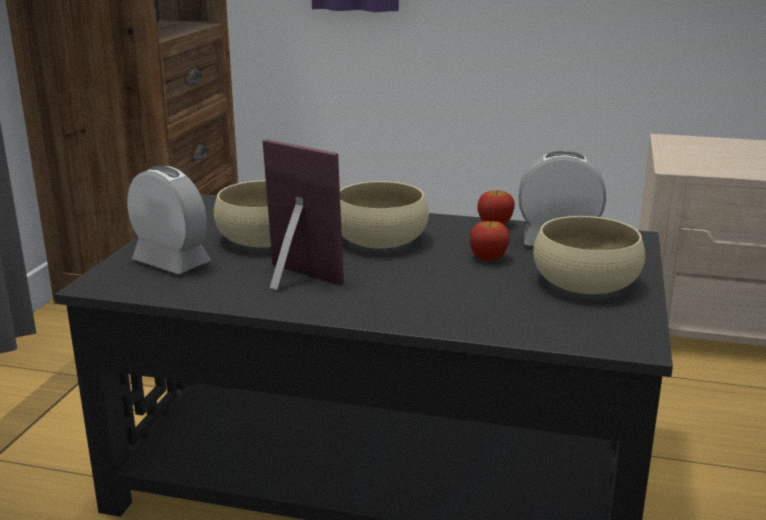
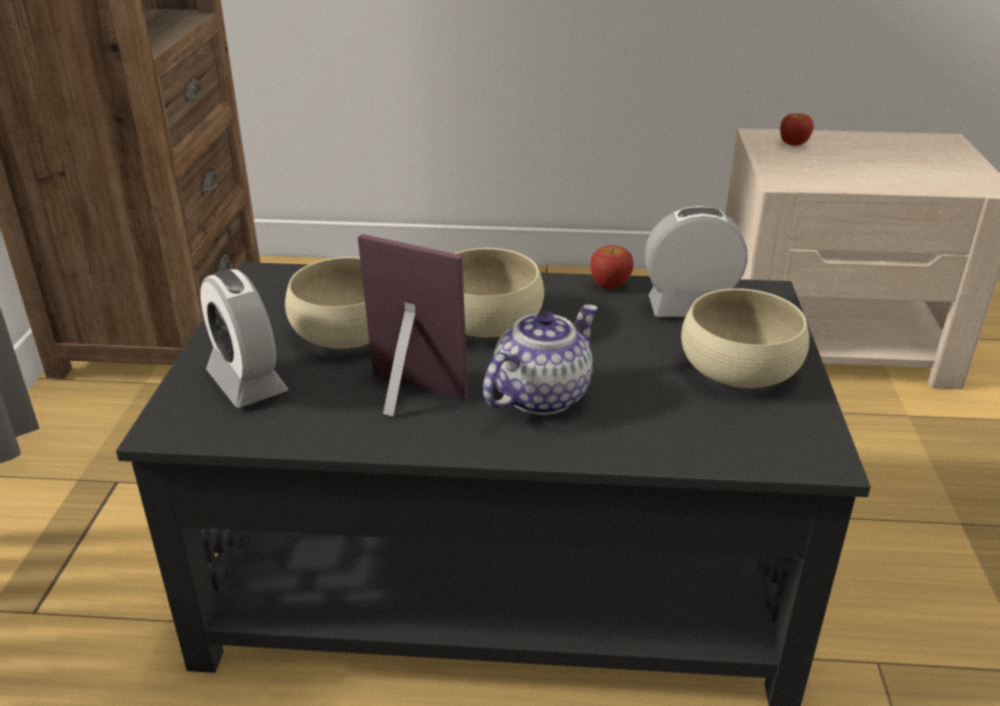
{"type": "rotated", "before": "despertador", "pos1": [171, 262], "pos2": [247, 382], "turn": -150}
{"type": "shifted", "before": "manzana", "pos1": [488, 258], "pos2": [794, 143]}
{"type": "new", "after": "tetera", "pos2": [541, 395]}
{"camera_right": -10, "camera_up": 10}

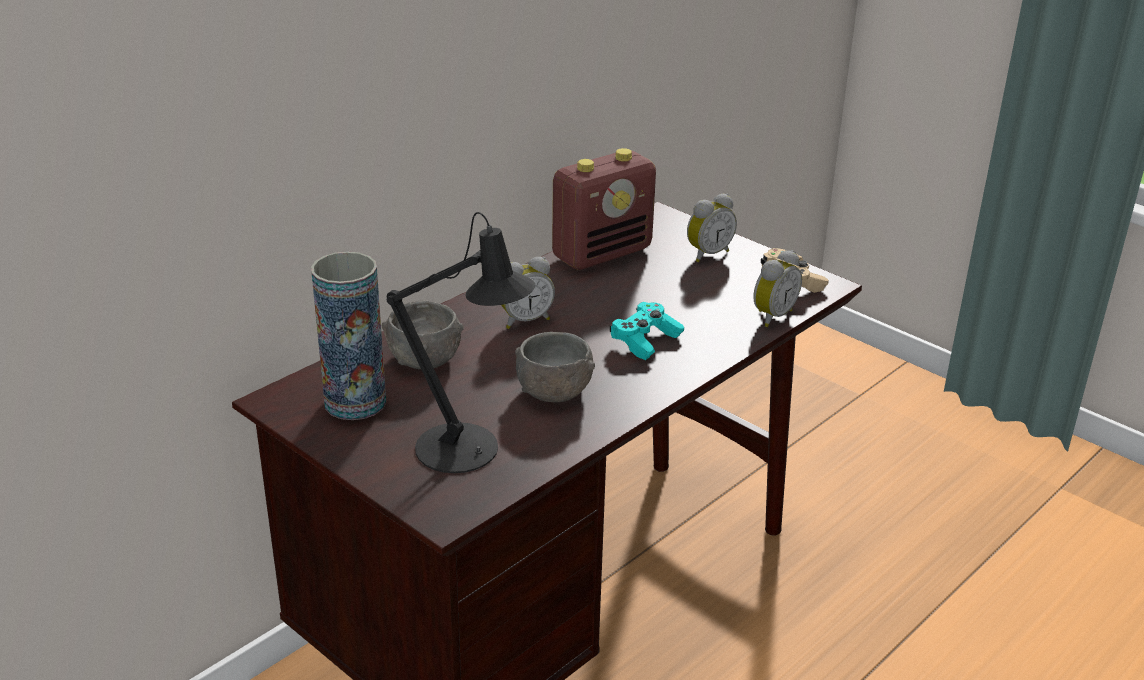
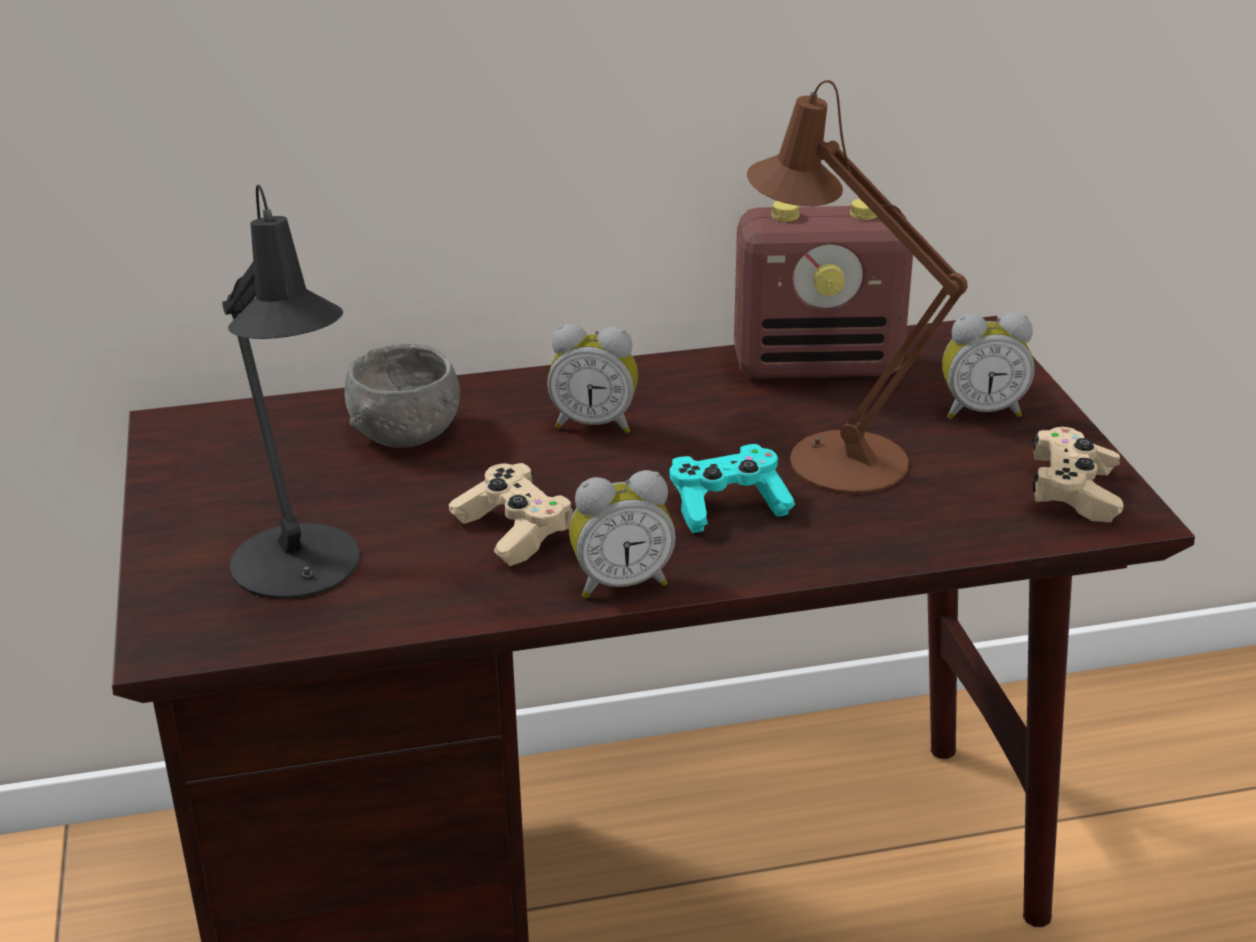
{"type": "gone", "before": "florero", "pos1": [355, 402]}
{"type": "swapped", "before": "cuenco [gris]", "after": "mando de consola [beis]", "pos1": [554, 390], "pos2": [513, 531]}
{"type": "shifted", "before": "despertador", "pos1": [771, 316], "pos2": [621, 582]}
{"type": "new", "after": "lámpara de mesa [marrón]", "pos2": [832, 456]}
{"camera_right": 35, "camera_up": 0}

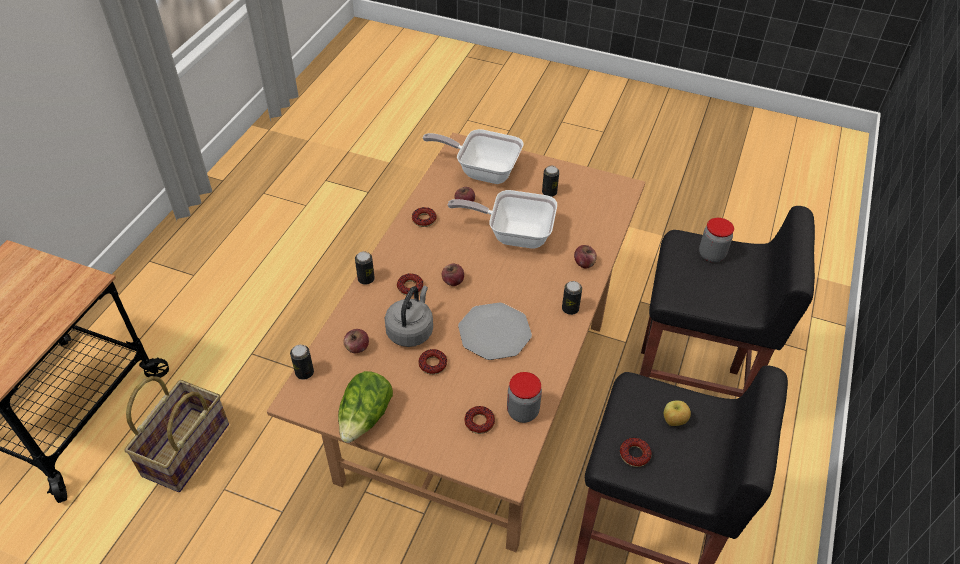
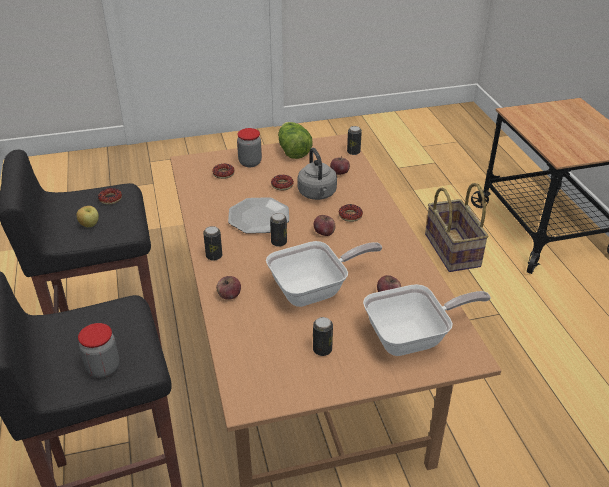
{"type": "shifted", "before": "lata", "pos1": [366, 279], "pos2": [279, 242]}
{"type": "gone", "before": "rosquilla", "pos1": [424, 219]}
{"type": "shifted", "before": "tarro", "pos1": [522, 411], "pos2": [250, 162]}
{"camera_right": 145, "camera_up": -10}

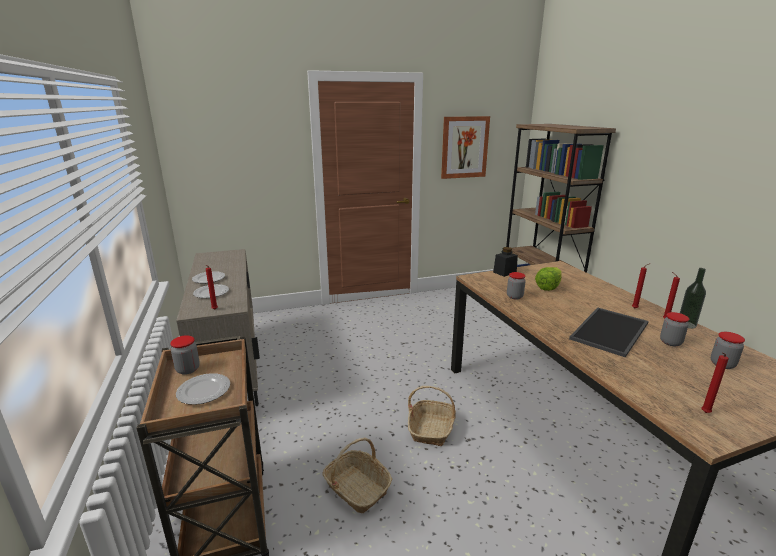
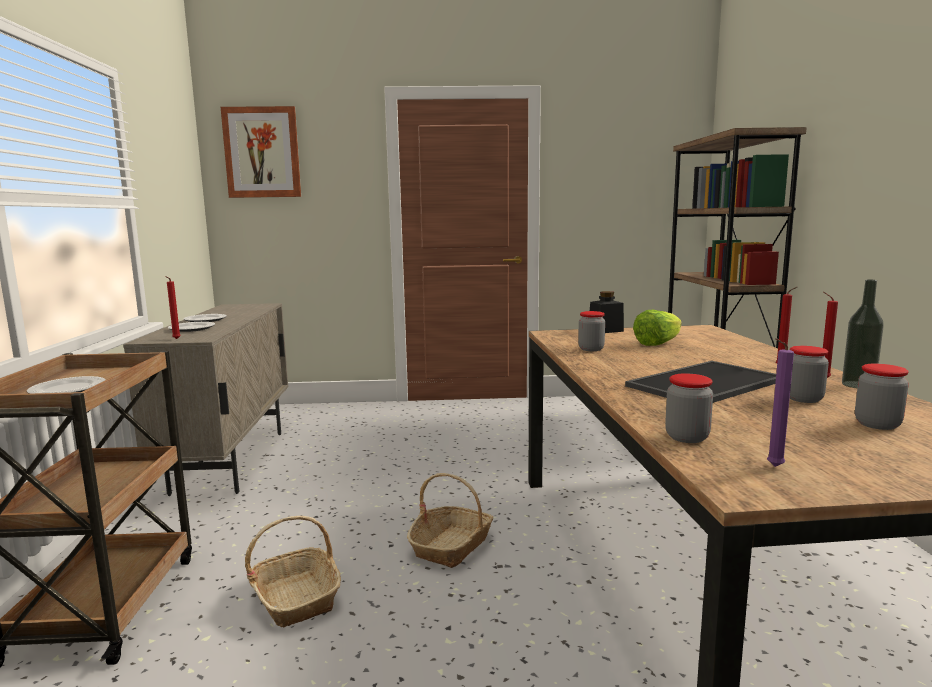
{"type": "shifted", "before": "tarro", "pos1": [188, 369], "pos2": [687, 437]}
{"type": "shifted", "before": "cuadro", "pos1": [464, 147], "pos2": [262, 153]}
{"type": "repainted", "before": "vela [rojo]", "after": "vela [morado]", "pos1": [704, 413], "pos2": [772, 467]}
{"camera_right": 15, "camera_up": -10}

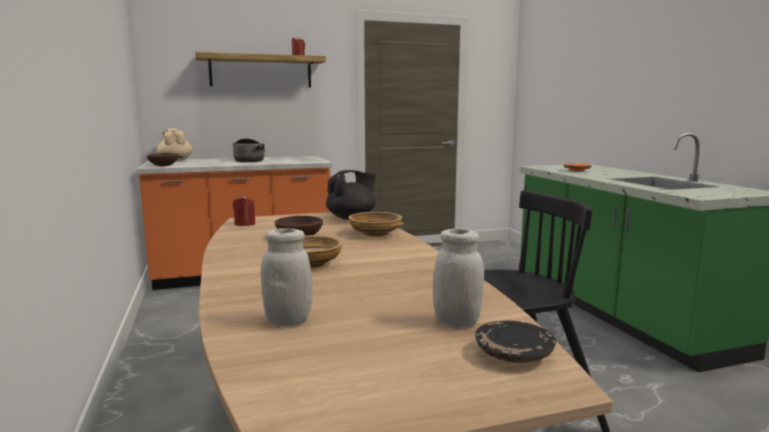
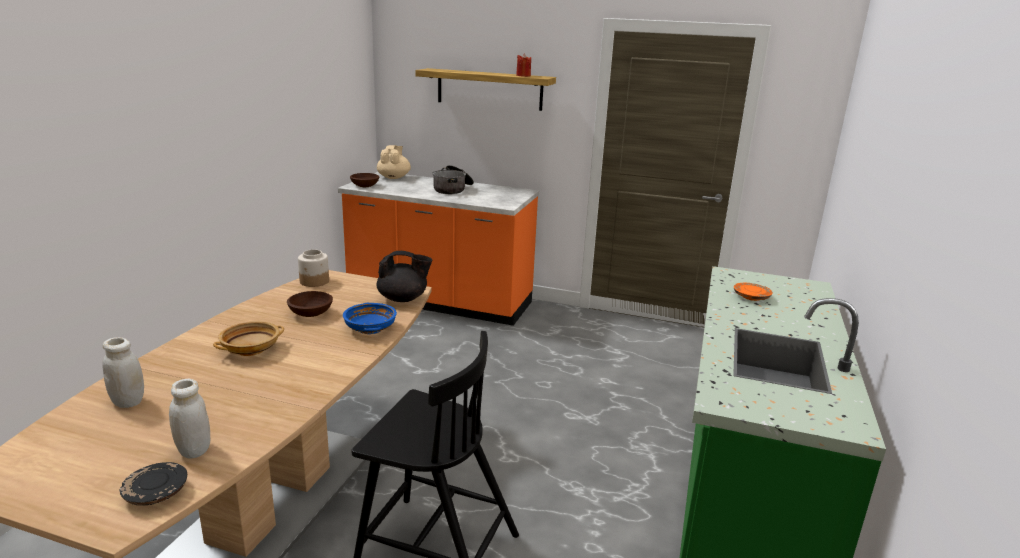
{"type": "swapped", "before": "vela [rojo]", "after": "tarro", "pos1": [245, 224], "pos2": [314, 281]}
{"type": "repainted", "before": "cuenco [beis]", "after": "cuenco [azul]", "pos1": [375, 233], "pos2": [370, 329]}
{"camera_right": 35, "camera_up": 10}

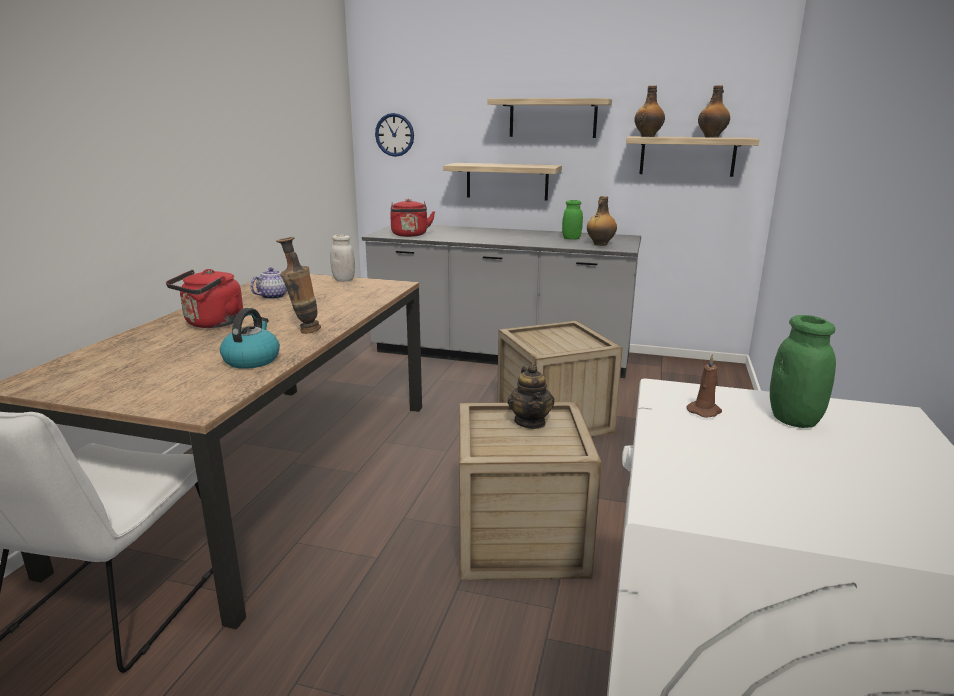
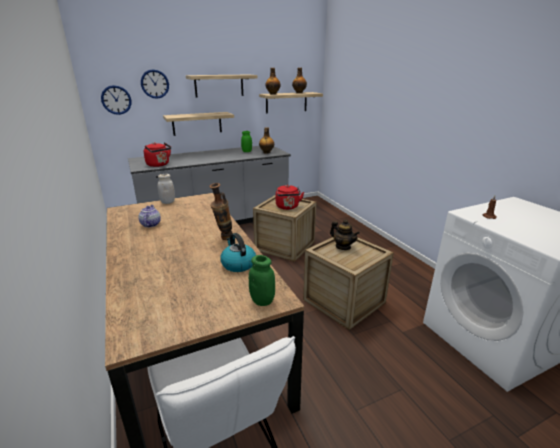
{"type": "shifted", "before": "hervidor [rojo]", "pos1": [212, 324], "pos2": [287, 207]}
{"type": "shifted", "before": "tarro [verde]", "pos1": [793, 420], "pos2": [262, 301]}
{"type": "new", "after": "reloj de pared", "pos2": [155, 84]}
{"camera_right": -40, "camera_up": 5}

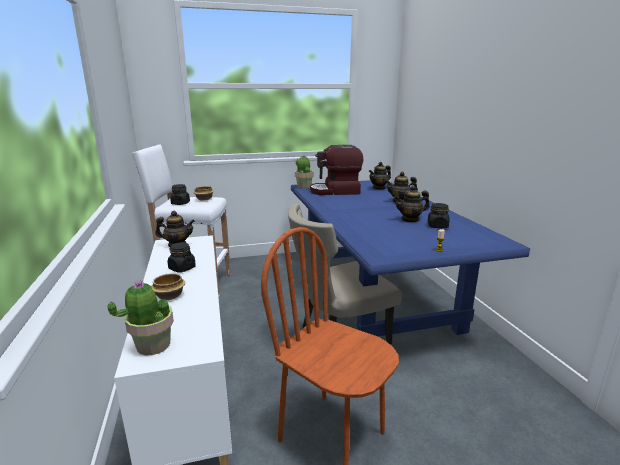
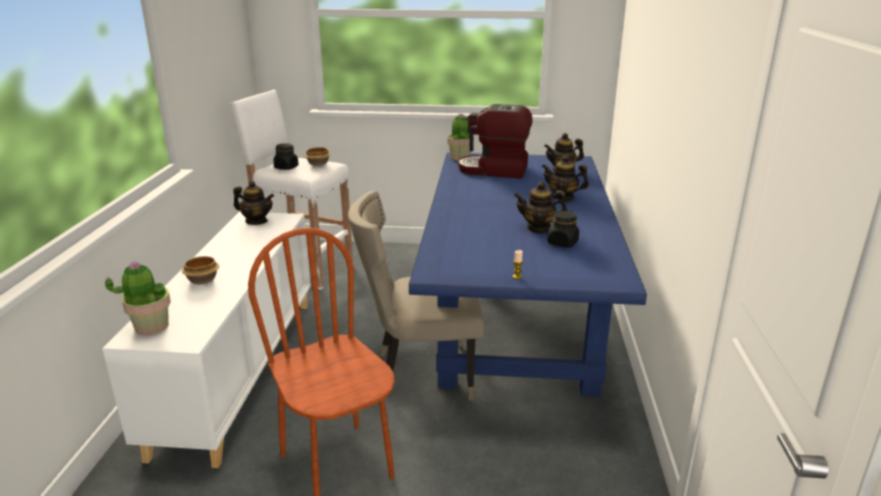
{"type": "gone", "before": "tarro [negro]", "pos1": [182, 268]}
{"camera_right": 20, "camera_up": 5}

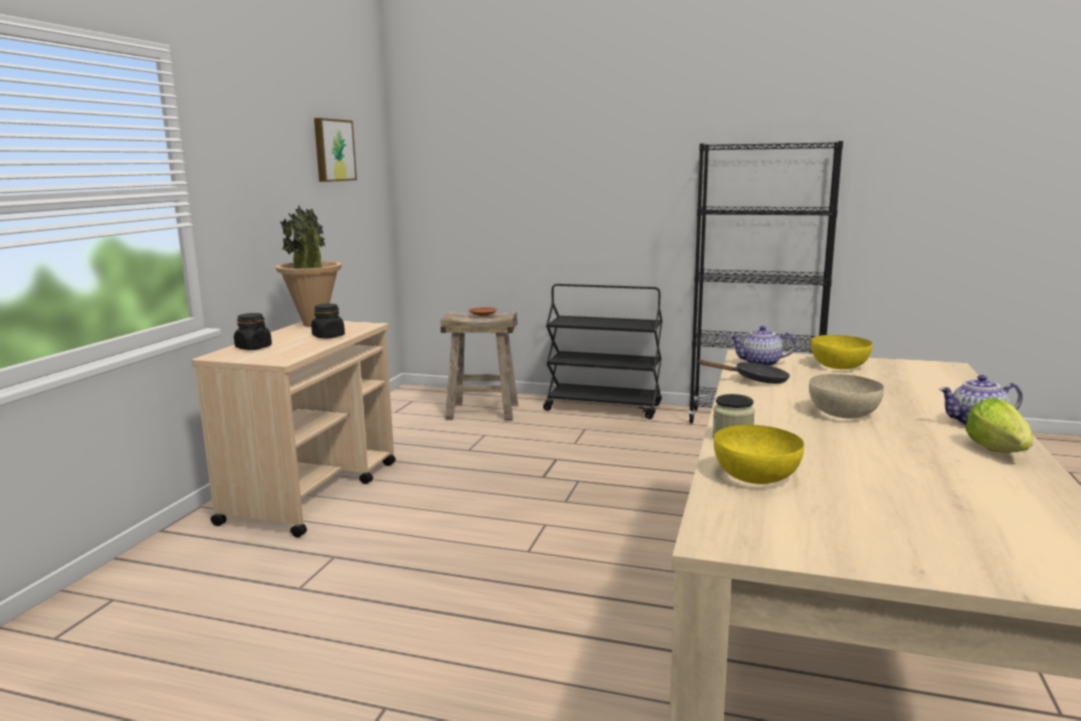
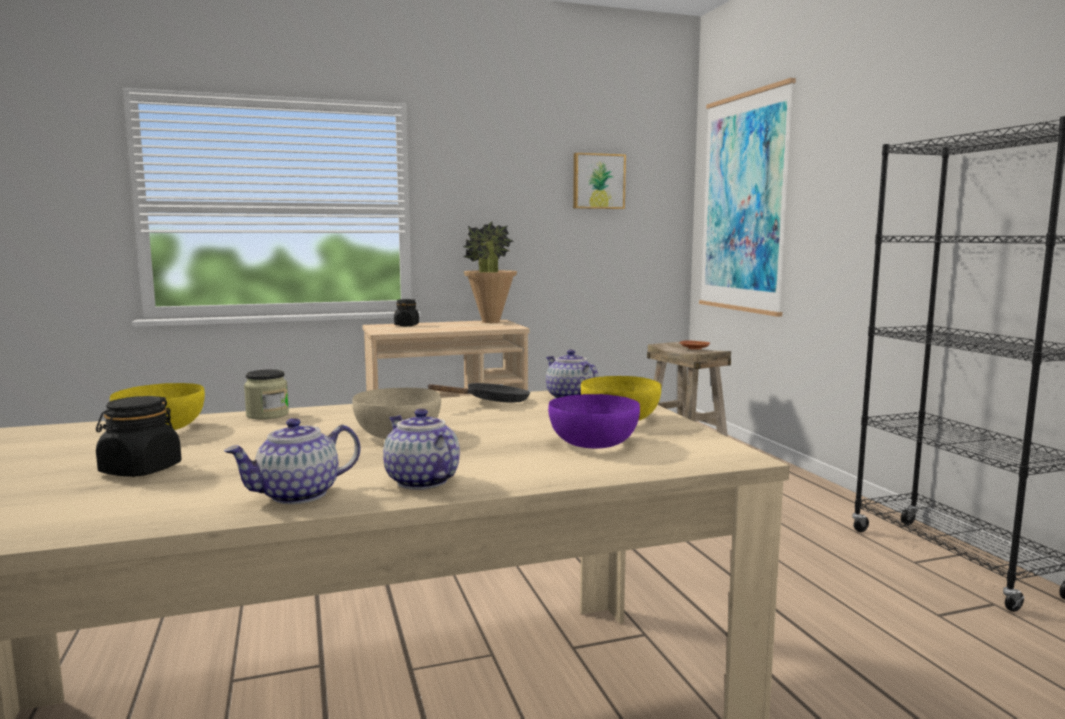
{"type": "shifted", "before": "tarro [negro]", "pos1": [328, 336], "pos2": [140, 470]}
{"type": "gone", "before": "carrito [negro]", "pos1": [604, 408]}
{"type": "rotated", "before": "sartén [negro]", "pos1": [755, 380], "pos2": [491, 402], "turn": -90}
{"type": "swapped", "before": "lechuga", "after": "tetera", "pos1": [999, 452], "pos2": [298, 495]}
{"type": "new", "after": "cuenco [morado]", "pos2": [593, 444]}
{"type": "new", "after": "cuadro", "pos2": [744, 203]}
{"camera_right": 55, "camera_up": -5}

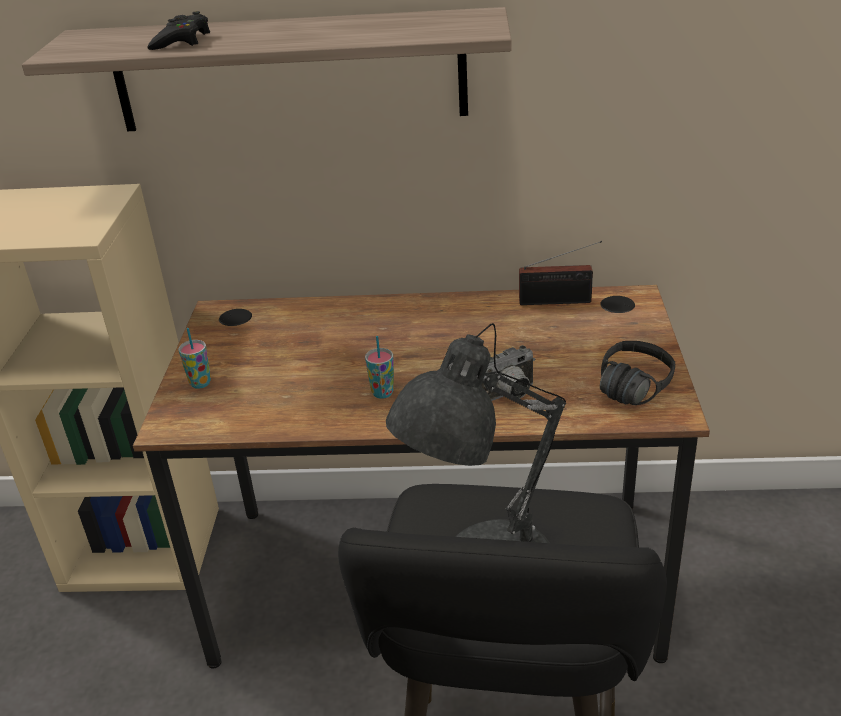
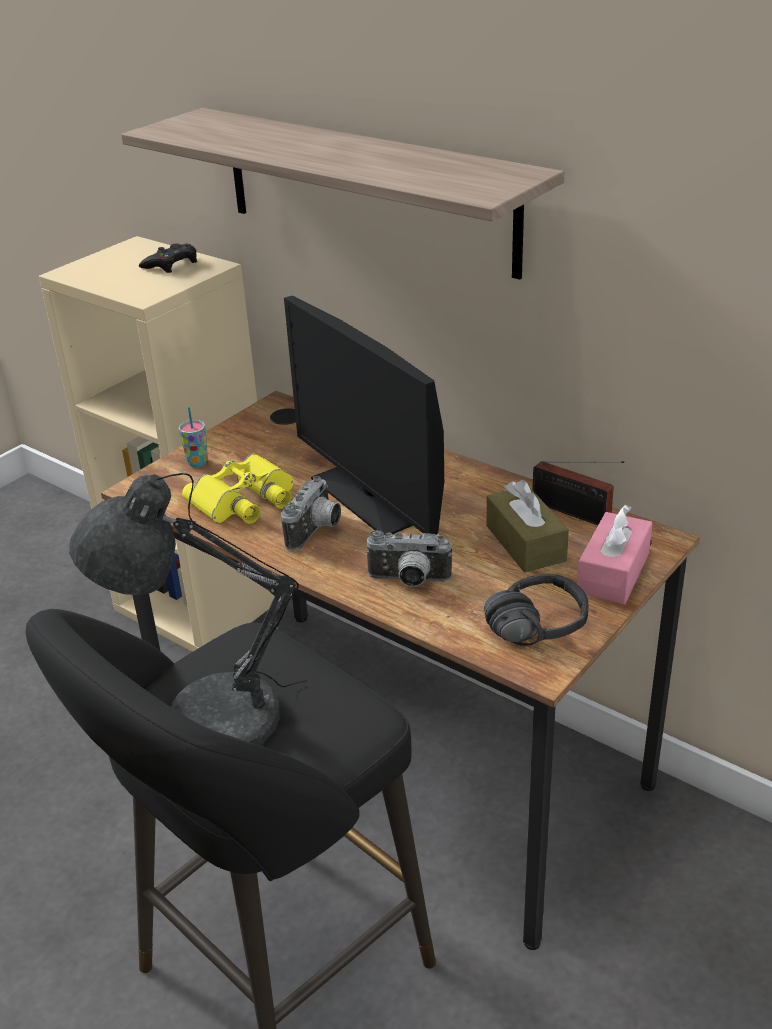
{"type": "shifted", "before": "mando de consola [negro]", "pos1": [181, 41], "pos2": [171, 264]}
{"type": "swapped", "before": "taza", "after": "cámara", "pos1": [382, 393], "pos2": [316, 531]}
{"type": "new", "after": "prismáticos [amarillo]", "pos2": [245, 500]}
{"type": "new", "after": "monitor", "pos2": [371, 497]}
{"type": "new", "after": "caja de pañuelos [marrón]", "pos2": [525, 543]}
{"type": "new", "after": "caja de pañuelos [rosa]", "pos2": [613, 573]}
{"camera_right": 35, "camera_up": 0}

